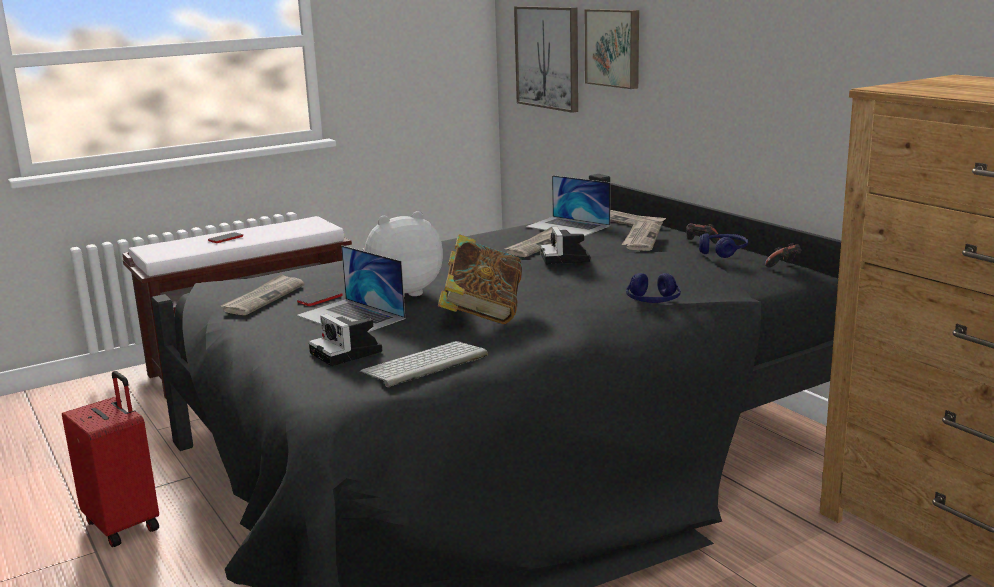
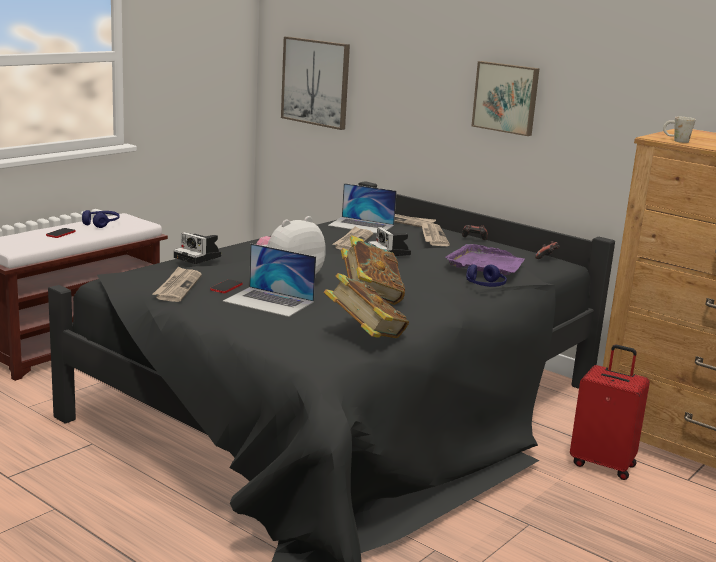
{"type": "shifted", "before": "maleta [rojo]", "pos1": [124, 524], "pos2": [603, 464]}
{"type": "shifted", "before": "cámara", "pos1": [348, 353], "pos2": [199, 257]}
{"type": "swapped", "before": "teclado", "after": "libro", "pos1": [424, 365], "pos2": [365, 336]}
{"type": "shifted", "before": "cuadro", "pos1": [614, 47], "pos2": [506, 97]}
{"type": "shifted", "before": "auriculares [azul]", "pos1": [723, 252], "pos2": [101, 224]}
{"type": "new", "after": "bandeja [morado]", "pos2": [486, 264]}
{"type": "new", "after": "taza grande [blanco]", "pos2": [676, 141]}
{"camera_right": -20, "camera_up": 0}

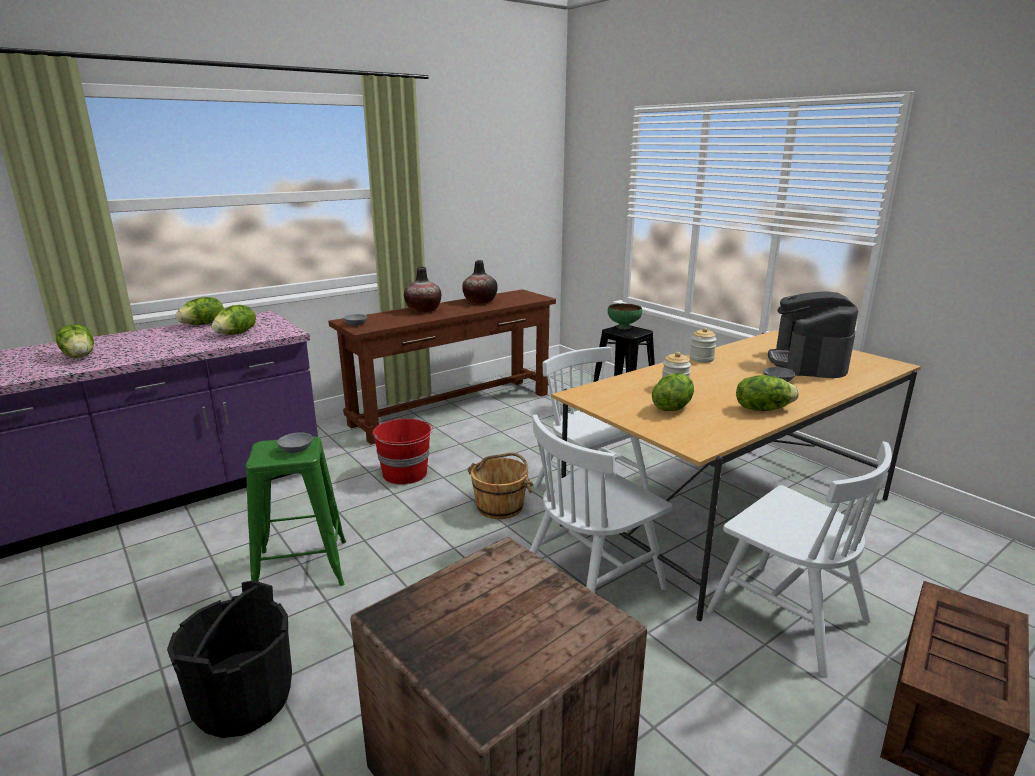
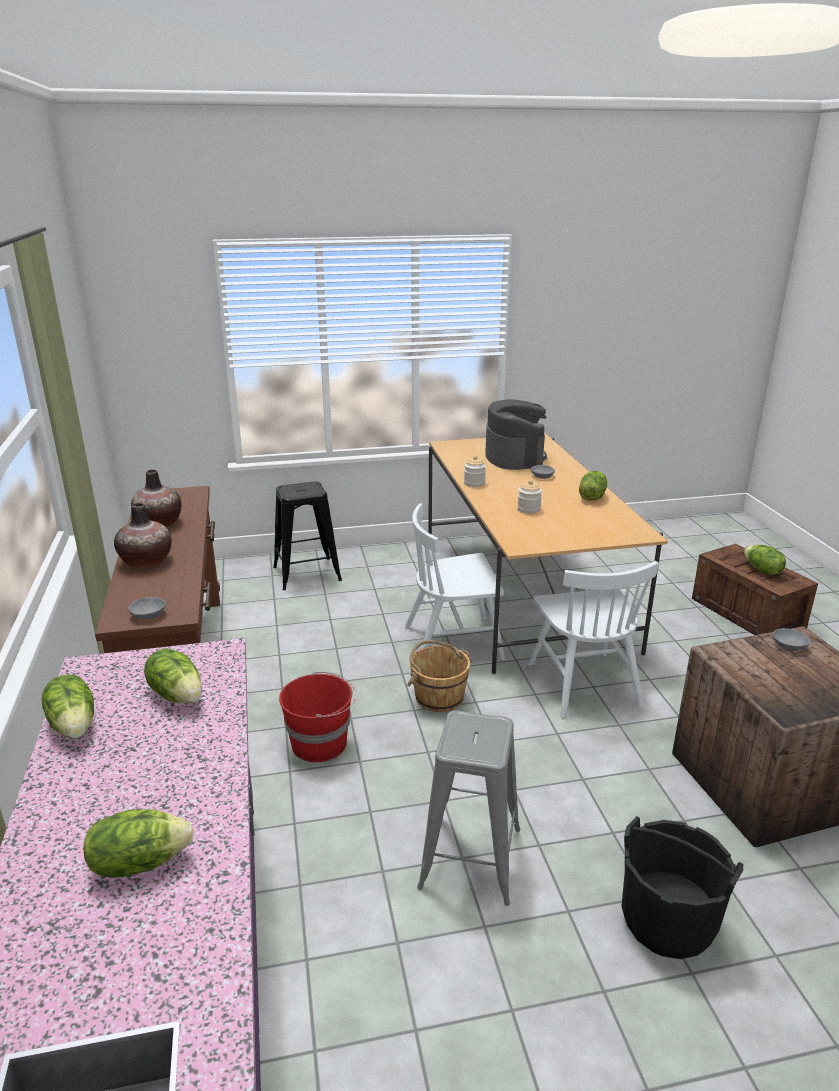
{"type": "repainted", "before": "taburete [verde]", "after": "taburete [gris]", "pos1": [301, 567], "pos2": [470, 857]}
{"type": "shifted", "before": "cuenco [gris]", "pos1": [297, 449], "pos2": [790, 646]}
{"type": "gone", "before": "cuenco [verde]", "pos1": [623, 327]}
{"type": "shifted", "before": "lechuga", "pos1": [672, 407], "pos2": [762, 570]}
{"type": "gone", "before": "silla [blanco]", "pos1": [786, 616]}
{"type": "rotated", "before": "cafetera", "pos1": [808, 363], "pos2": [514, 457], "turn": -135}
{"camera_right": -65, "camera_up": 5}

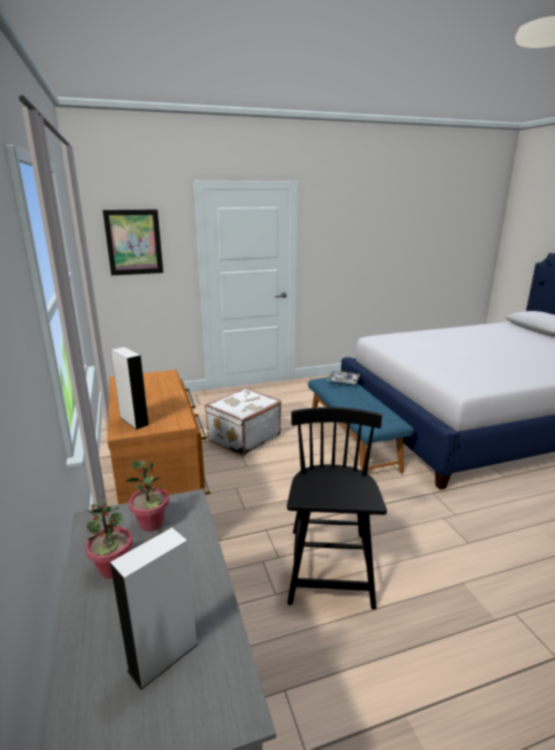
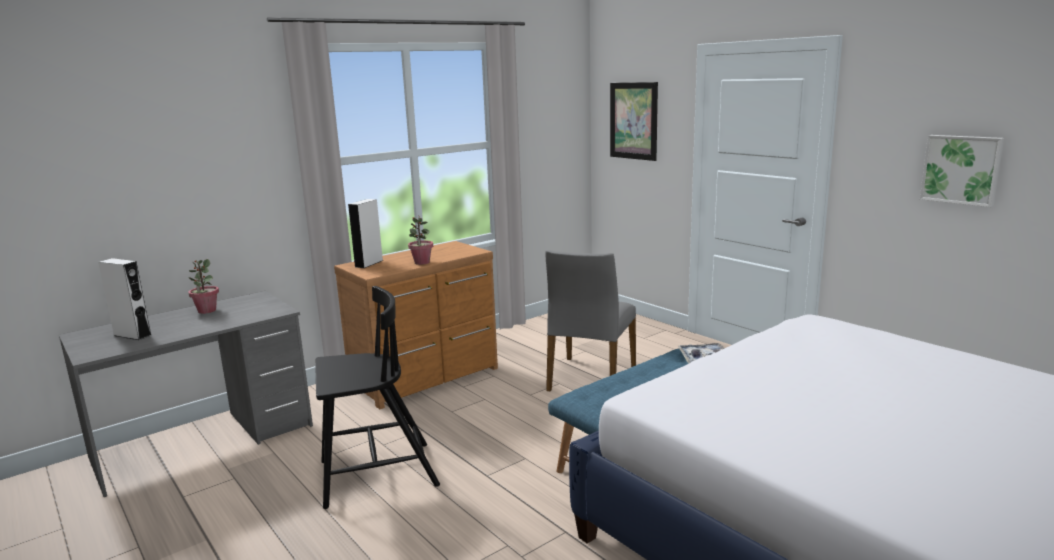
{"type": "shifted", "before": "planta en maceta", "pos1": [151, 524], "pos2": [422, 262]}
{"type": "swapped", "before": "maleta [blanco]", "after": "silla [gris]", "pos1": [243, 437], "pos2": [590, 378]}
{"type": "new", "after": "cuadro", "pos2": [961, 169]}
{"camera_right": 70, "camera_up": -5}

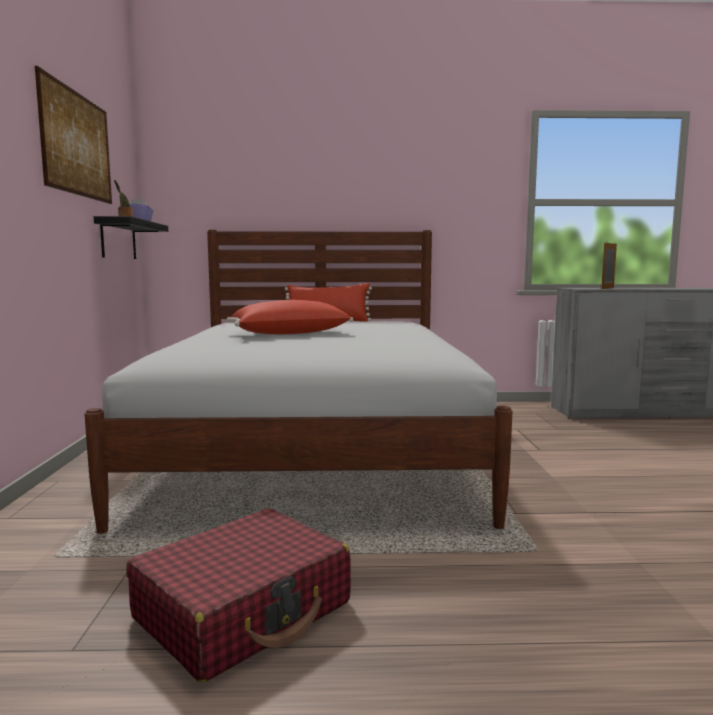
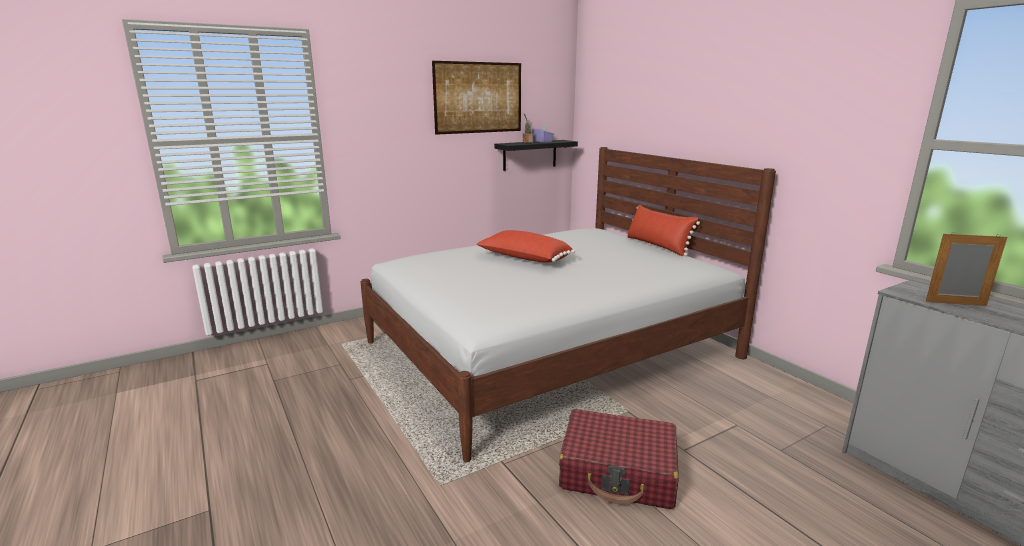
{"type": "shifted", "before": "maleta [rojo]", "pos1": [244, 611], "pos2": [618, 472]}
{"camera_right": 60, "camera_up": 10}

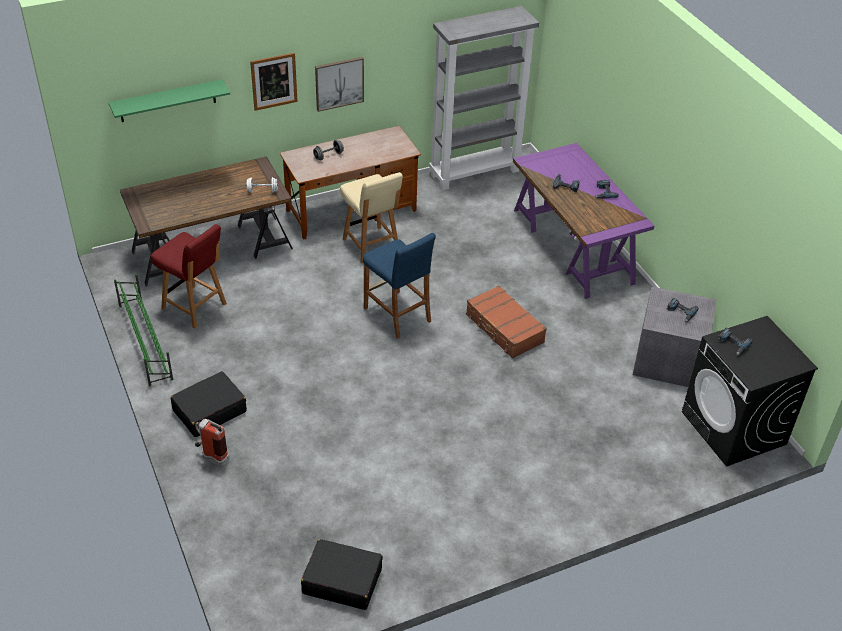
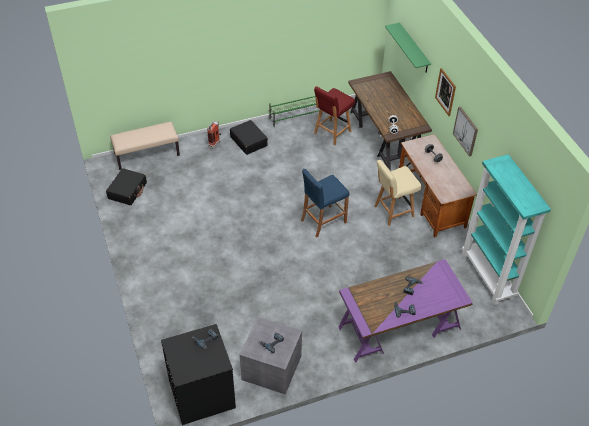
{"type": "repainted", "before": "estantería [gris]", "after": "estantería [turquesa]", "pos1": [475, 172], "pos2": [488, 276]}
{"type": "gone", "before": "maleta [marrón]", "pos1": [504, 329]}
{"type": "new", "after": "banco [beis]", "pos2": [147, 155]}
{"camera_right": 95, "camera_up": 5}

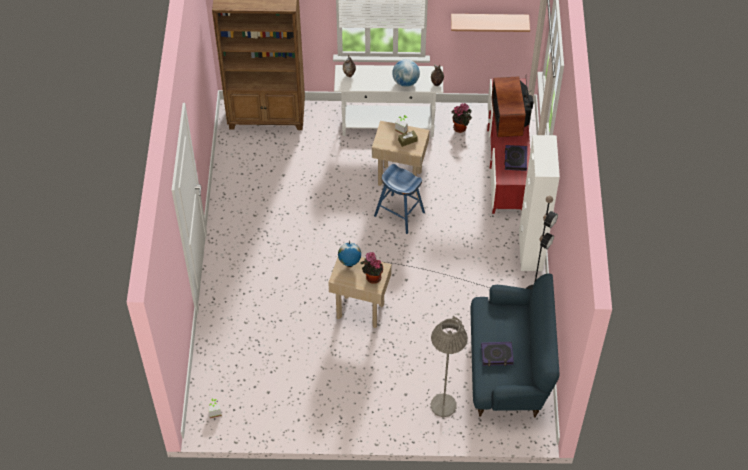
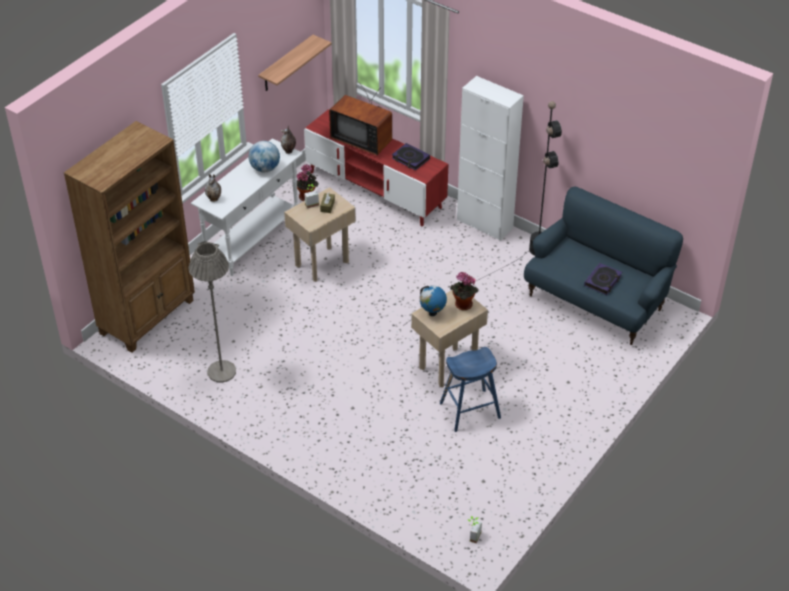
{"type": "shifted", "before": "taburete [azul]", "pos1": [399, 214], "pos2": [470, 410]}
{"type": "shifted", "before": "lámpara de pie [gris]", "pos1": [443, 405], "pos2": [221, 371]}
{"camera_right": -55, "camera_up": -10}

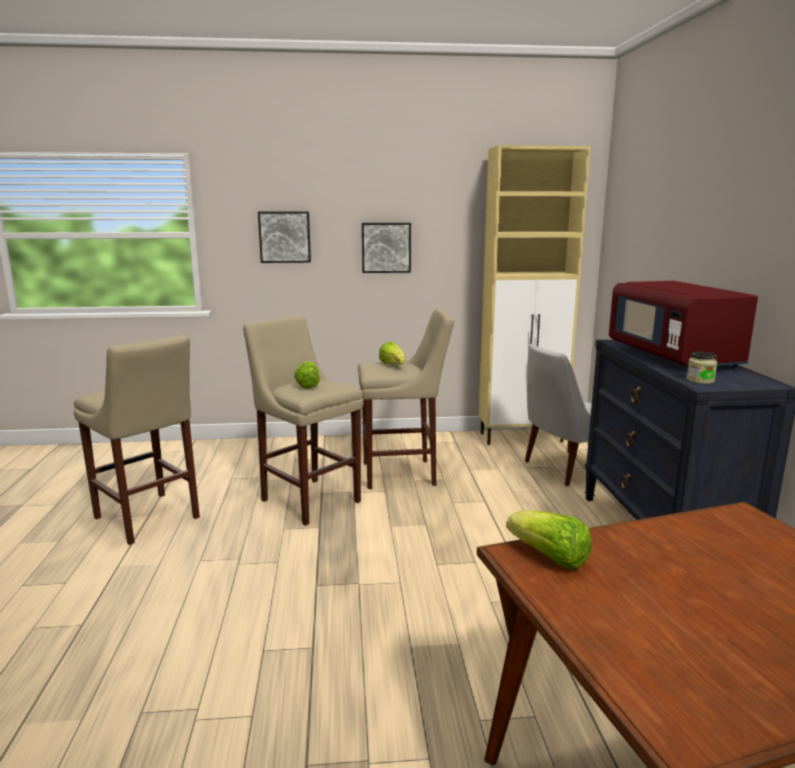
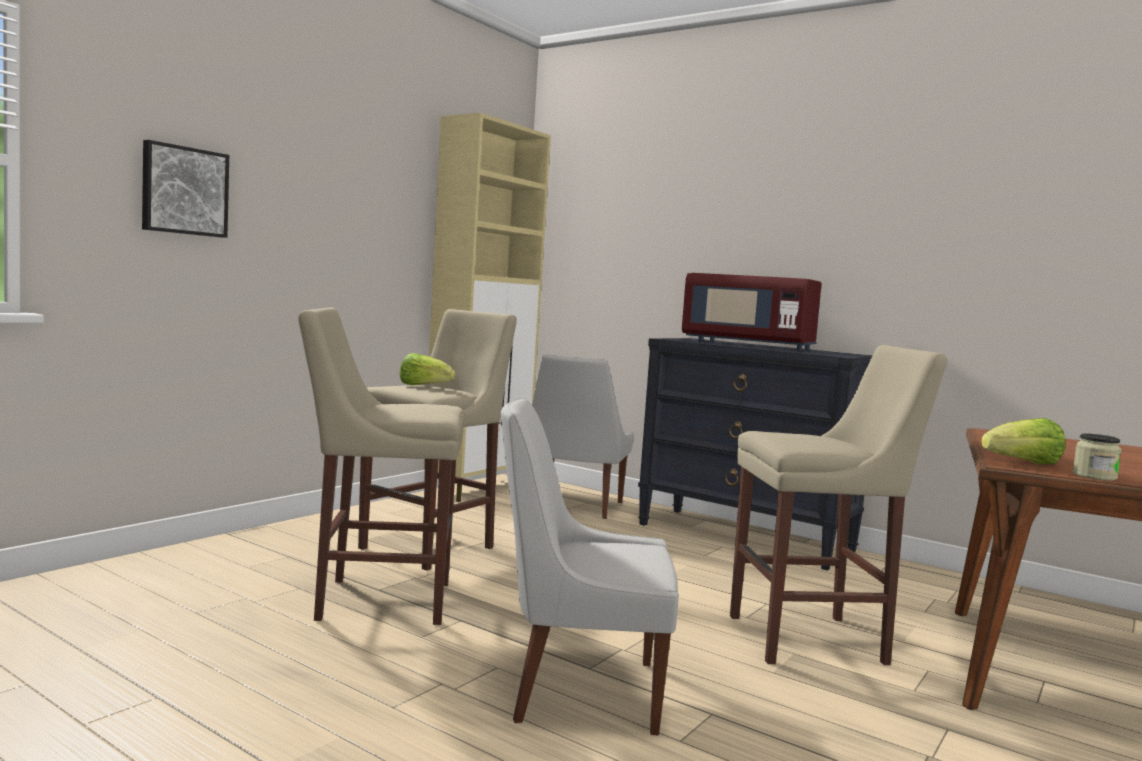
{"type": "shifted", "before": "taburete [beis]", "pos1": [149, 519], "pos2": [814, 640]}
{"type": "gone", "before": "lechuga", "pos1": [308, 385]}
{"type": "gone", "before": "cuadro", "pos1": [386, 247]}
{"type": "shifted", "before": "tarro", "pos1": [700, 380], "pos2": [1094, 476]}
{"type": "new", "after": "silla [blanco]", "pos2": [578, 690]}
{"camera_right": -50, "camera_up": -10}

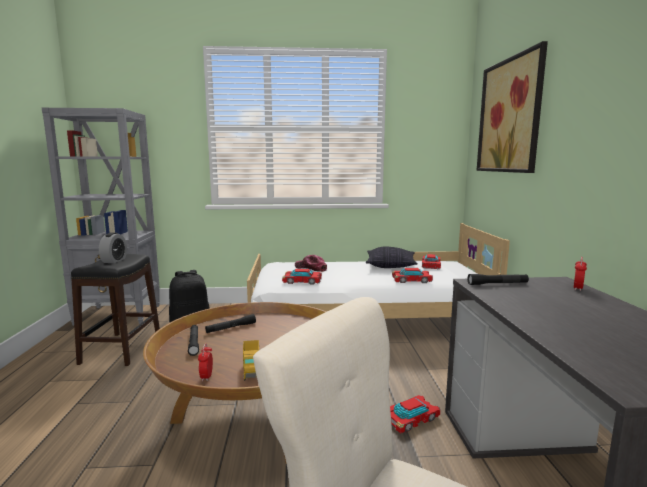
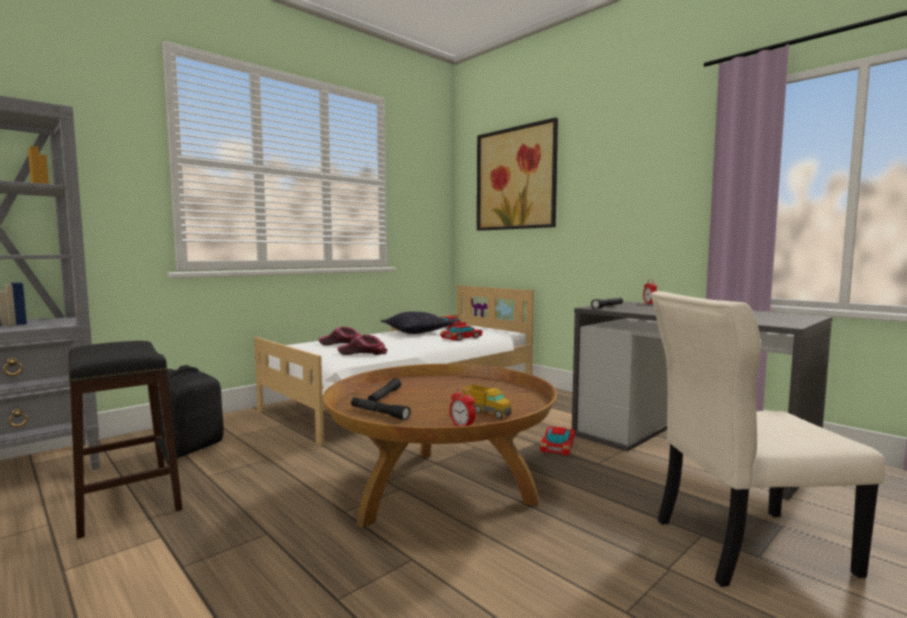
{"type": "gone", "before": "despertador", "pos1": [114, 260]}
{"type": "swapped", "before": "coche de juguete", "after": "gorra", "pos1": [302, 281], "pos2": [363, 353]}
{"camera_right": -40, "camera_up": -5}

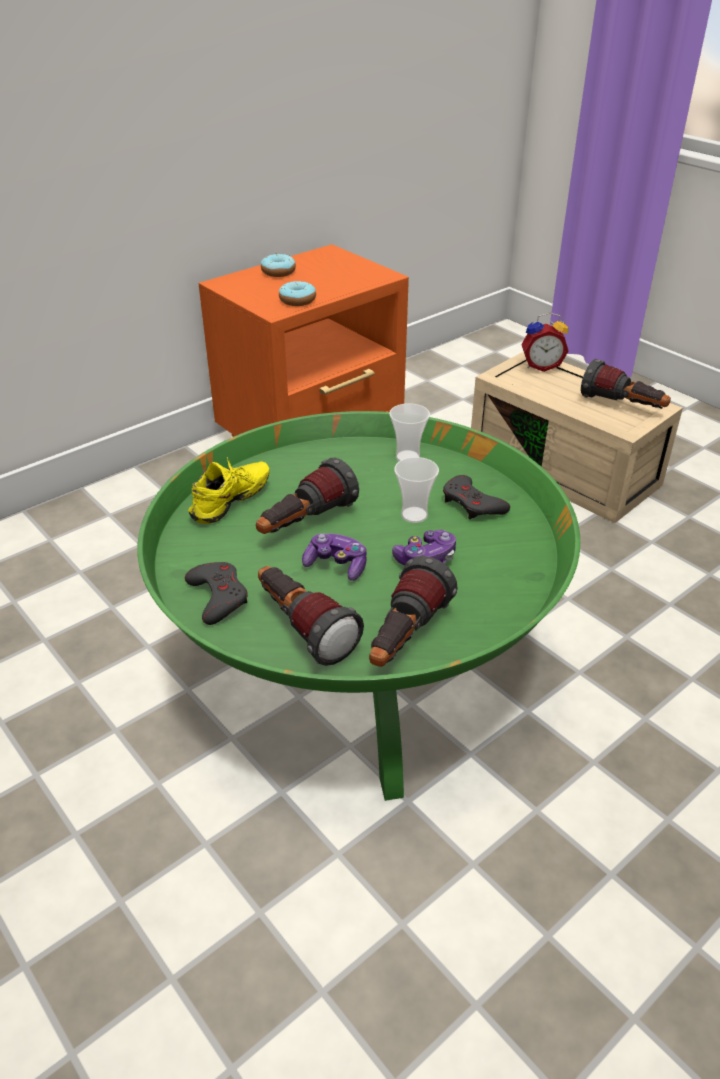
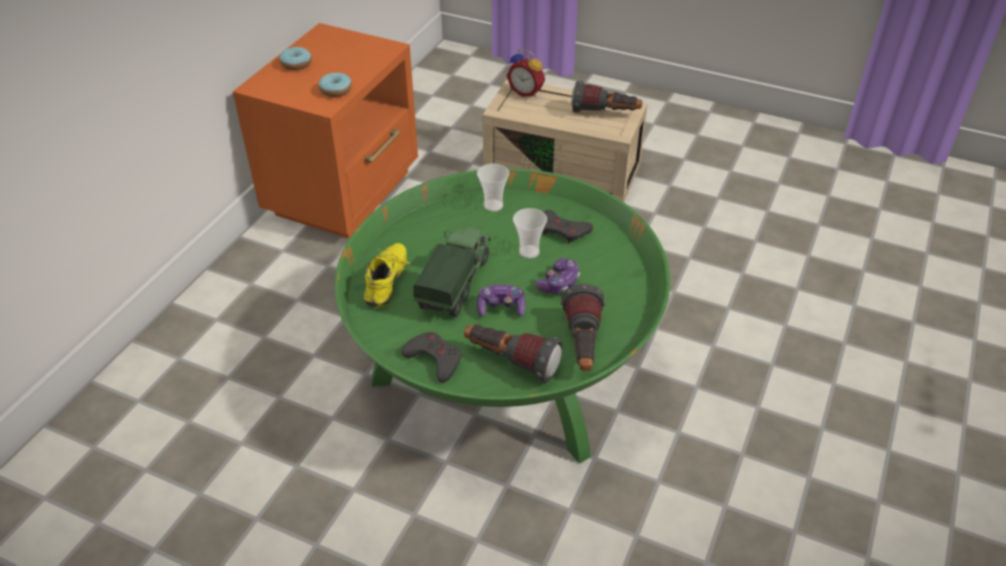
{"type": "swapped", "before": "linterna", "after": "camión de juguete", "pos1": [305, 524], "pos2": [455, 283]}
{"type": "rotated", "before": "despertador", "pos1": [541, 366], "pos2": [527, 92], "turn": 60}
{"camera_right": -25, "camera_up": 5}

